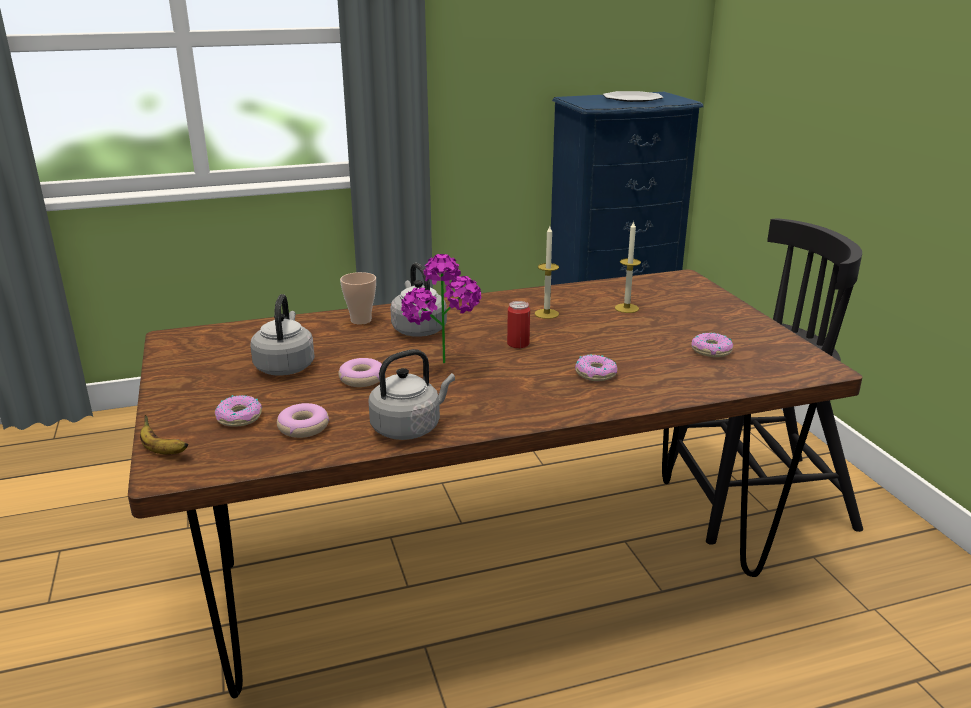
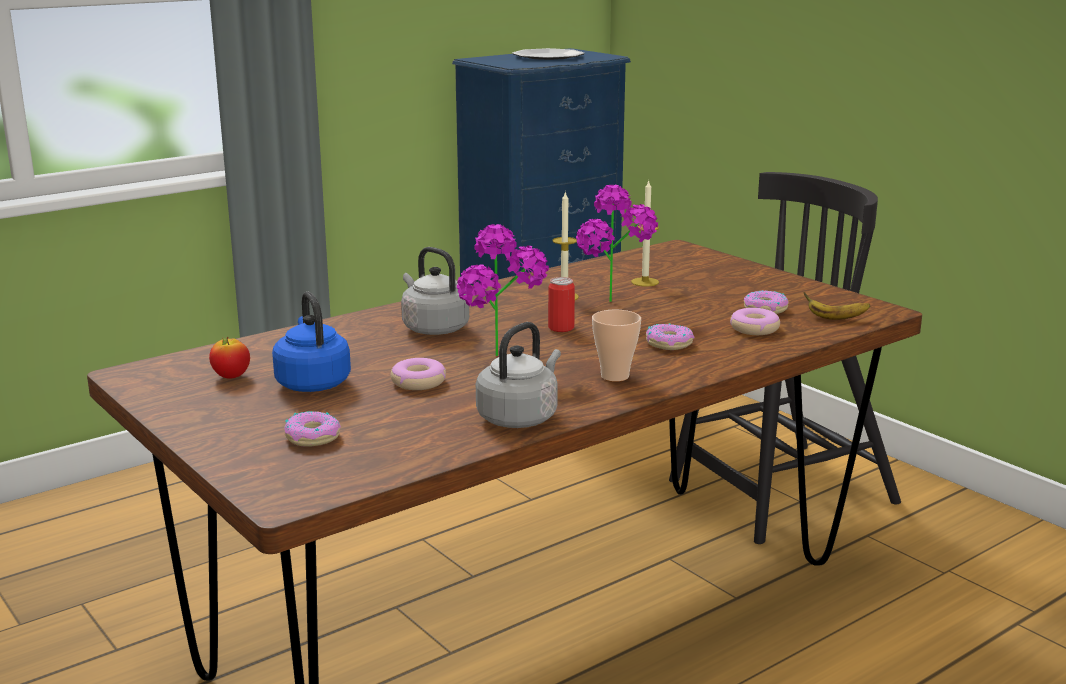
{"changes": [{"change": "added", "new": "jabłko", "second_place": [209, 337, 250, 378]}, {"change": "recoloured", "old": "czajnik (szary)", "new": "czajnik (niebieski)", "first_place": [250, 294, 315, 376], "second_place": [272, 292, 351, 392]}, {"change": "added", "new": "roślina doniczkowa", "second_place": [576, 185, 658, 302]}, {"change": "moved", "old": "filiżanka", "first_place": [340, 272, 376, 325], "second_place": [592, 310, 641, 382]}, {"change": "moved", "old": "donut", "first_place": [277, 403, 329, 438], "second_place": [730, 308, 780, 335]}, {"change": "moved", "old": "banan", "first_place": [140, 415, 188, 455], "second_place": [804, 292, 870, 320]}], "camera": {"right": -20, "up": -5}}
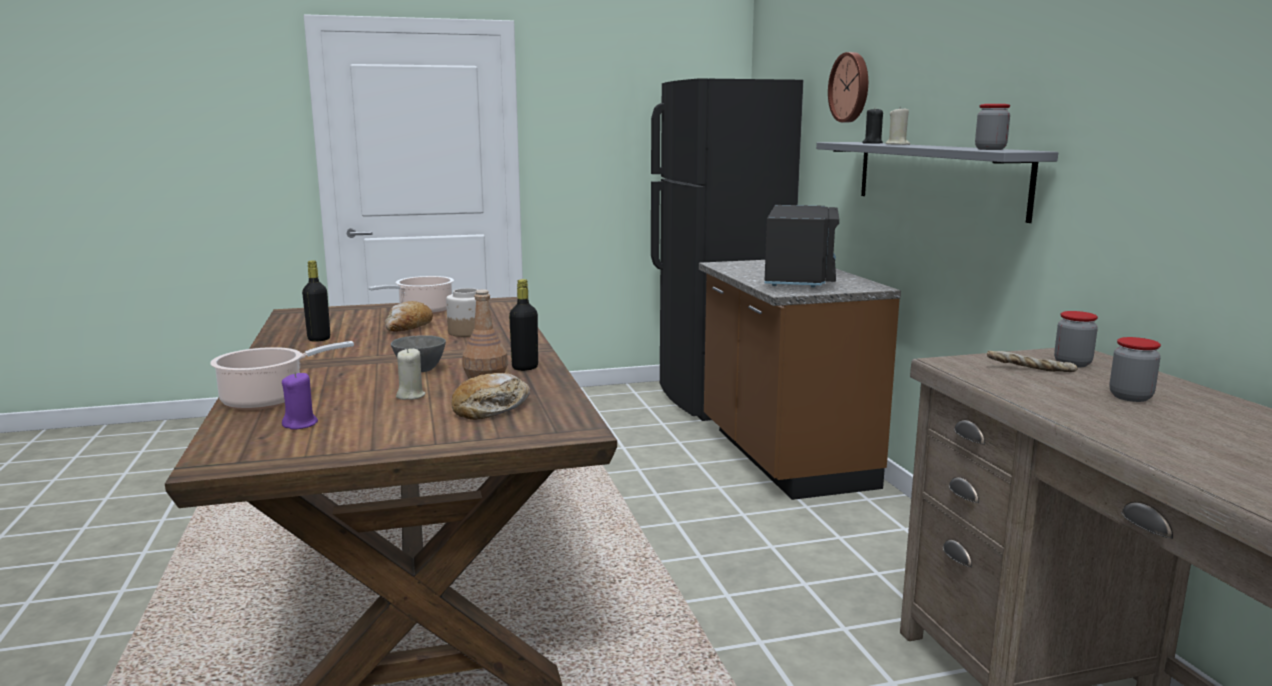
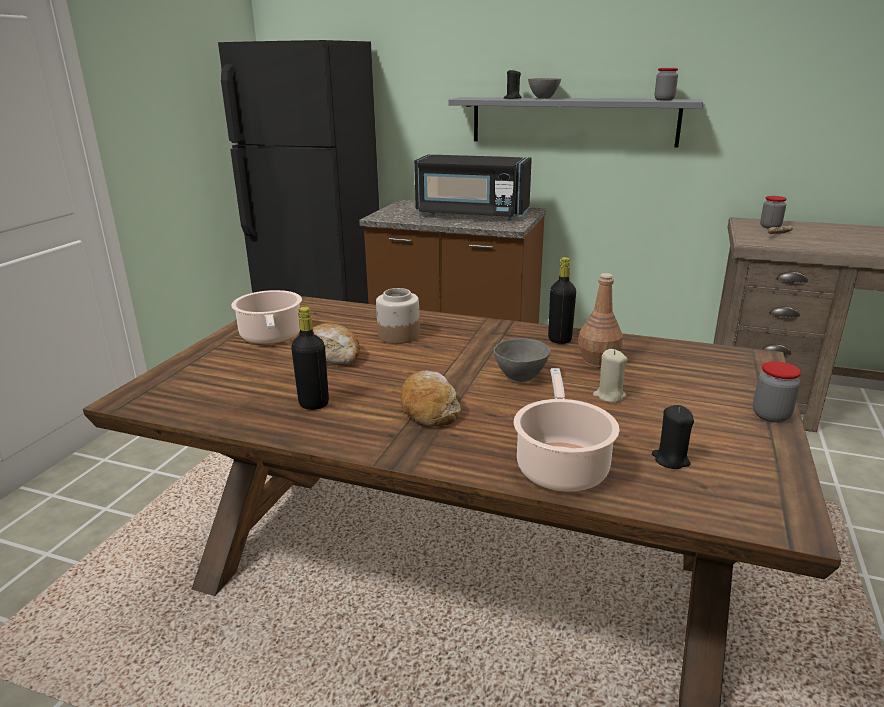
{"changes": [{"change": "moved", "old": "chleb", "first_place": [451, 373, 530, 420], "second_place": [401, 371, 461, 427]}, {"change": "turned", "old": "mikrofalówka (czarny)", "first_place": [765, 205, 839, 287], "second_place": [414, 155, 532, 220], "degrees": 150}, {"change": "replaced", "old": "świeca (beżowy)", "new": "miska (szary)", "first_place": [886, 106, 910, 145], "second_place": [528, 78, 561, 99]}, {"change": "recoloured", "old": "świeca (fioletowy)", "new": "świeca (czarny)", "first_place": [282, 372, 318, 430], "second_place": [652, 405, 694, 469]}, {"change": "moved", "old": "słoik", "first_place": [1109, 337, 1161, 402], "second_place": [753, 361, 801, 423]}, {"change": "removed", "old": "zegar ścienny", "first_place": [828, 52, 868, 122]}], "camera": {"right": -55, "up": 10}}
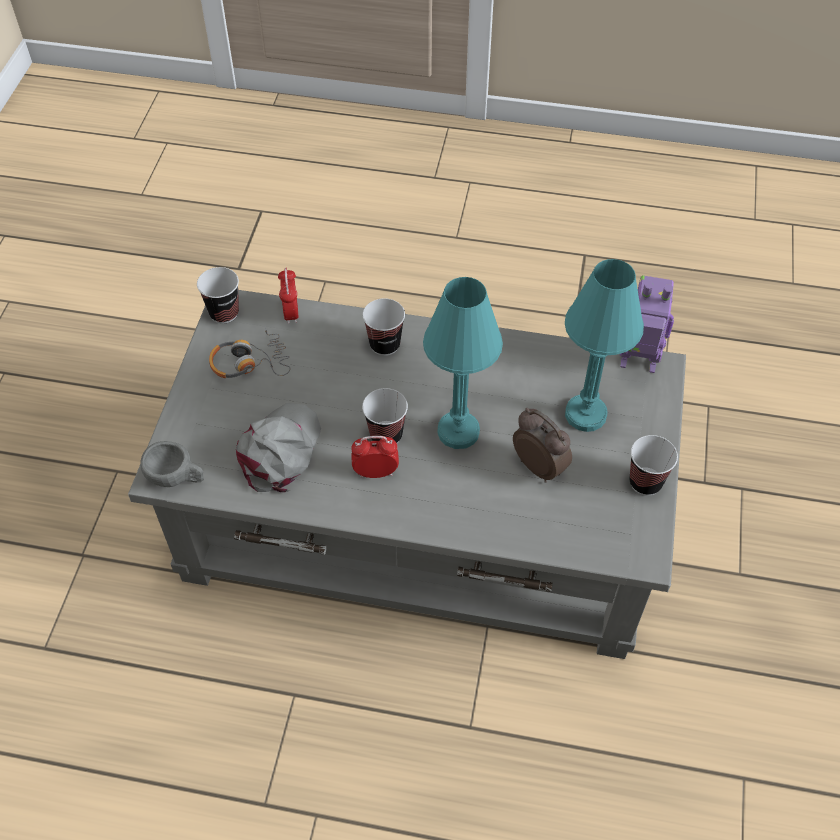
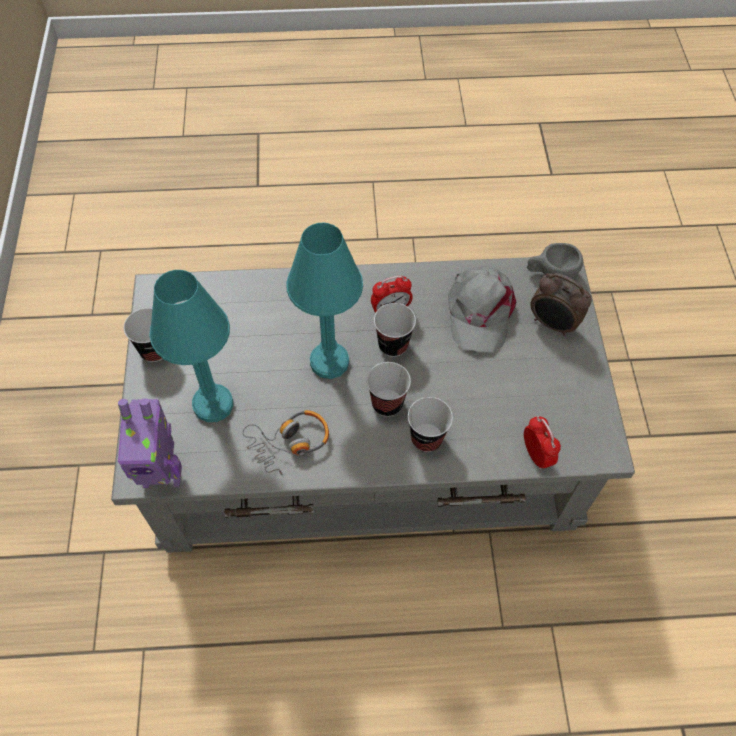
{"changes": [{"change": "moved", "old": "słuchawki", "first_place": [209, 327, 290, 378], "second_place": [243, 410, 329, 477]}, {"change": "moved", "old": "filiżanka", "first_place": [197, 267, 239, 324], "second_place": [367, 362, 411, 417]}, {"change": "moved", "old": "budzik", "first_place": [513, 408, 572, 483], "second_place": [530, 273, 592, 336]}], "camera": {"right": 165, "up": 5}}
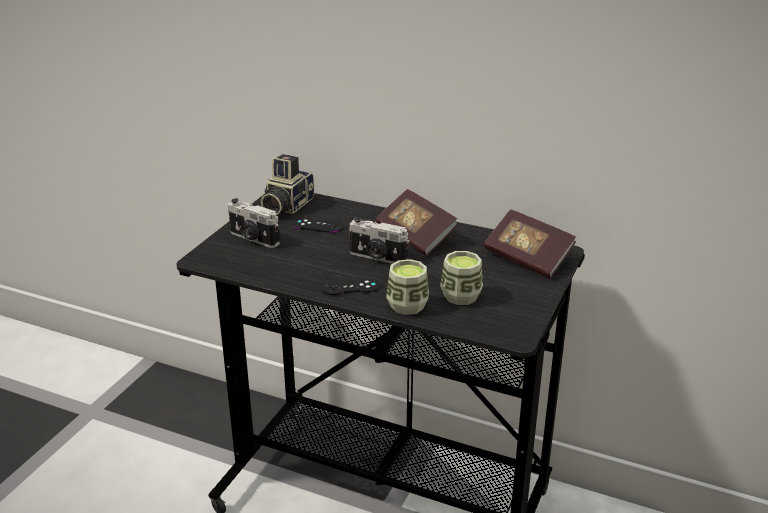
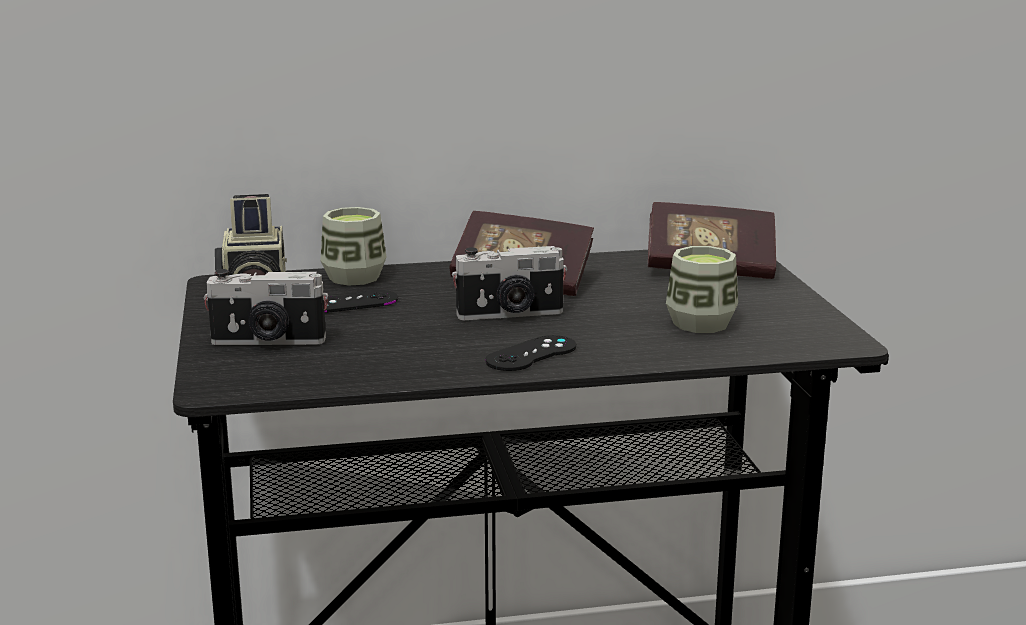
{"changes": [{"change": "moved", "old": "filiżanka", "first_place": [386, 259, 429, 315], "second_place": [320, 207, 386, 286]}], "camera": {"right": -35, "up": -10}}
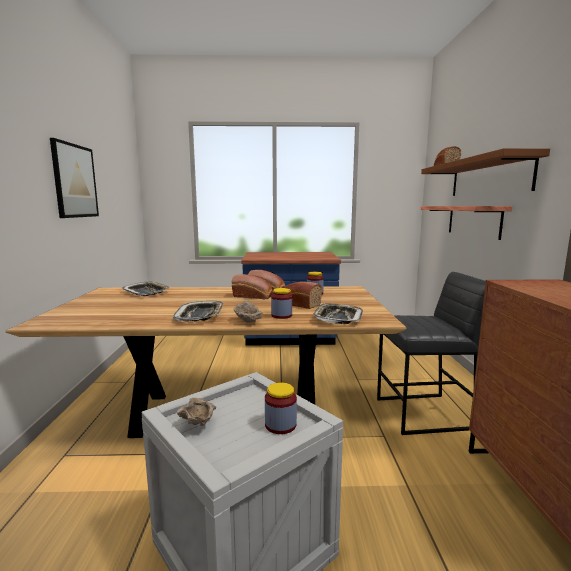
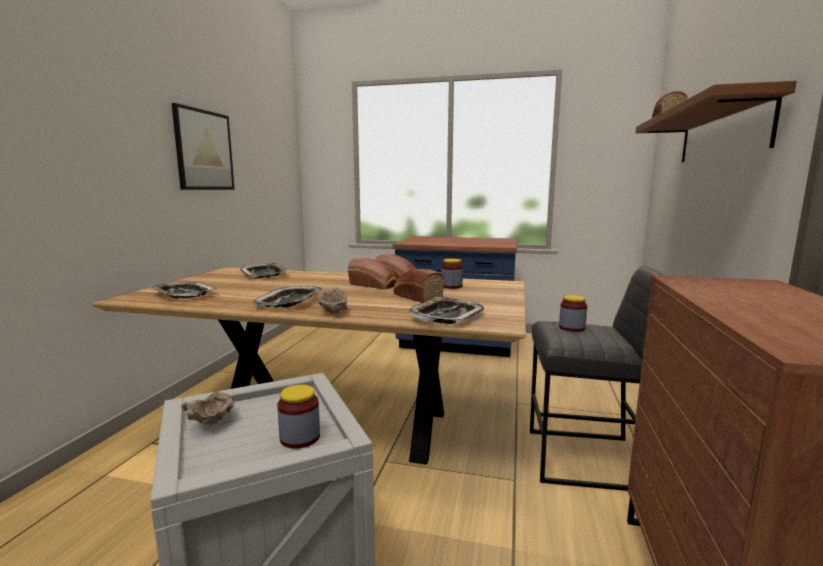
{"changes": [{"change": "added", "new": "taca", "second_place": [149, 282, 217, 298]}, {"change": "moved", "old": "słoik", "first_place": [271, 288, 292, 319], "second_place": [559, 295, 587, 332]}, {"change": "removed", "old": "półka", "first_place": [421, 206, 513, 240]}], "camera": {"right": 15, "up": 0}}
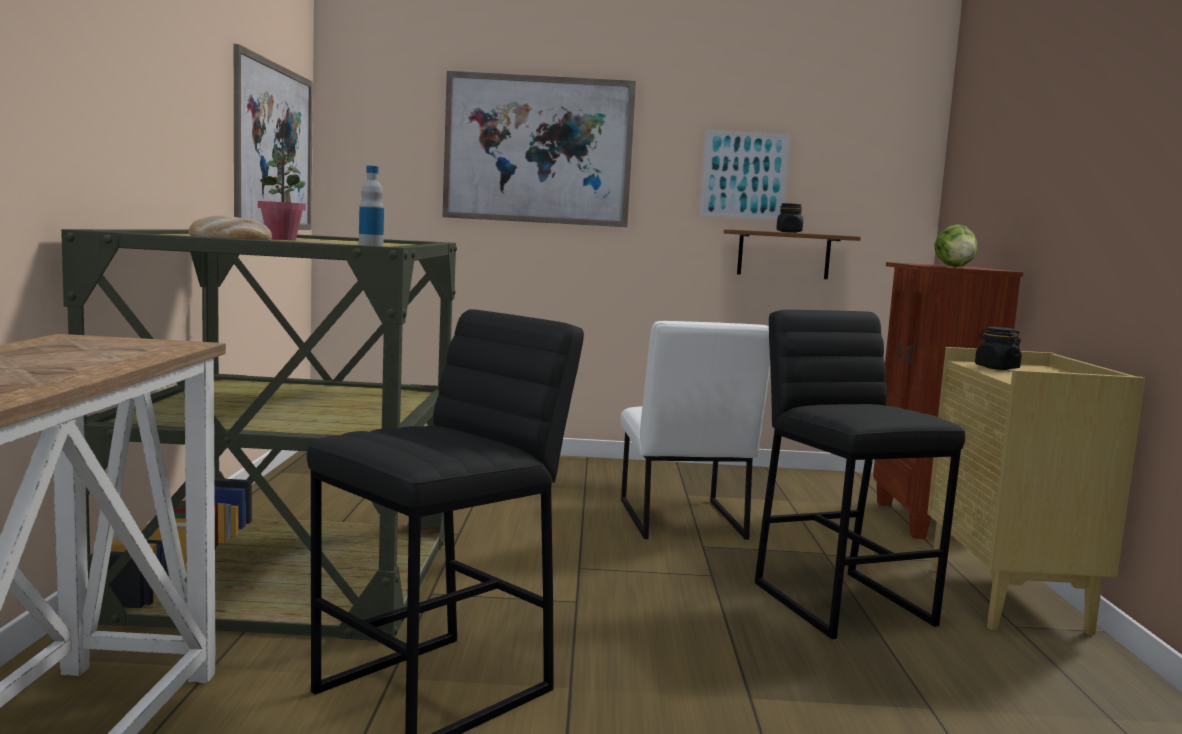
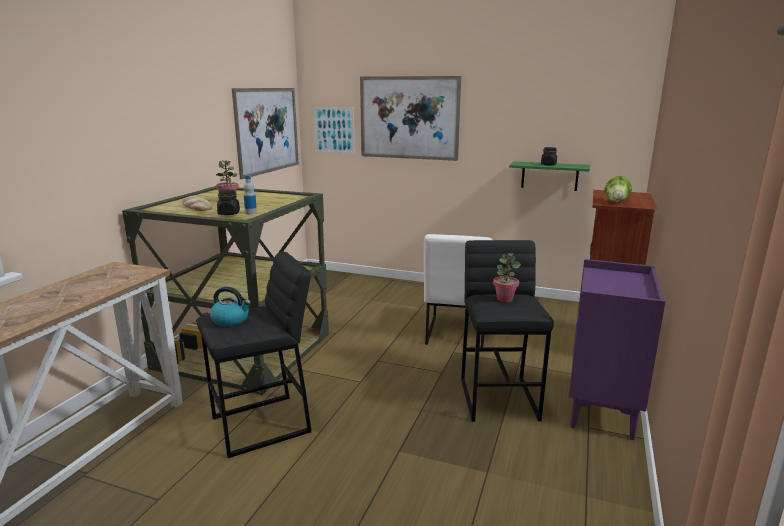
{"changes": [{"change": "added", "new": "czajnik", "second_place": [210, 287, 251, 326]}, {"change": "moved", "old": "słoik (czarny)", "first_place": [975, 327, 1022, 370], "second_place": [217, 190, 240, 215]}, {"change": "moved", "old": "obraz", "first_place": [699, 130, 790, 220], "second_place": [313, 107, 355, 154]}, {"change": "added", "new": "roślina doniczkowa", "second_place": [493, 253, 521, 302]}, {"change": "recoloured", "old": "półka (brązowy)", "new": "półka (zielony)", "first_place": [724, 230, 861, 279], "second_place": [509, 161, 590, 191]}, {"change": "recoloured", "old": "szafka (beżowy)", "new": "szafka (fioletowy)", "first_place": [927, 347, 1146, 636], "second_place": [569, 259, 665, 440]}], "camera": {"right": 20, "up": 10}}
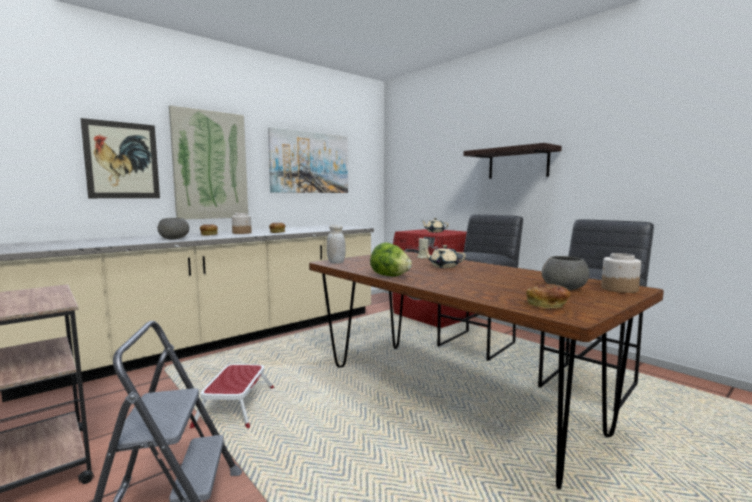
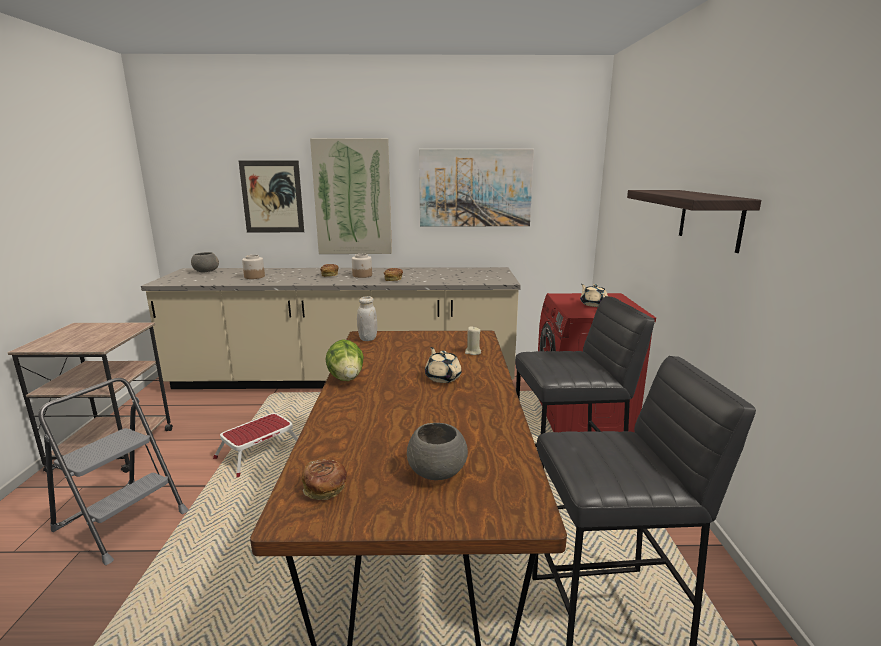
{"changes": [{"change": "moved", "old": "miska (szary)", "first_place": [157, 218, 189, 239], "second_place": [191, 252, 219, 273]}, {"change": "moved", "old": "słoik", "first_place": [601, 253, 641, 293], "second_place": [242, 255, 265, 279]}], "camera": {"right": 40, "up": 10}}
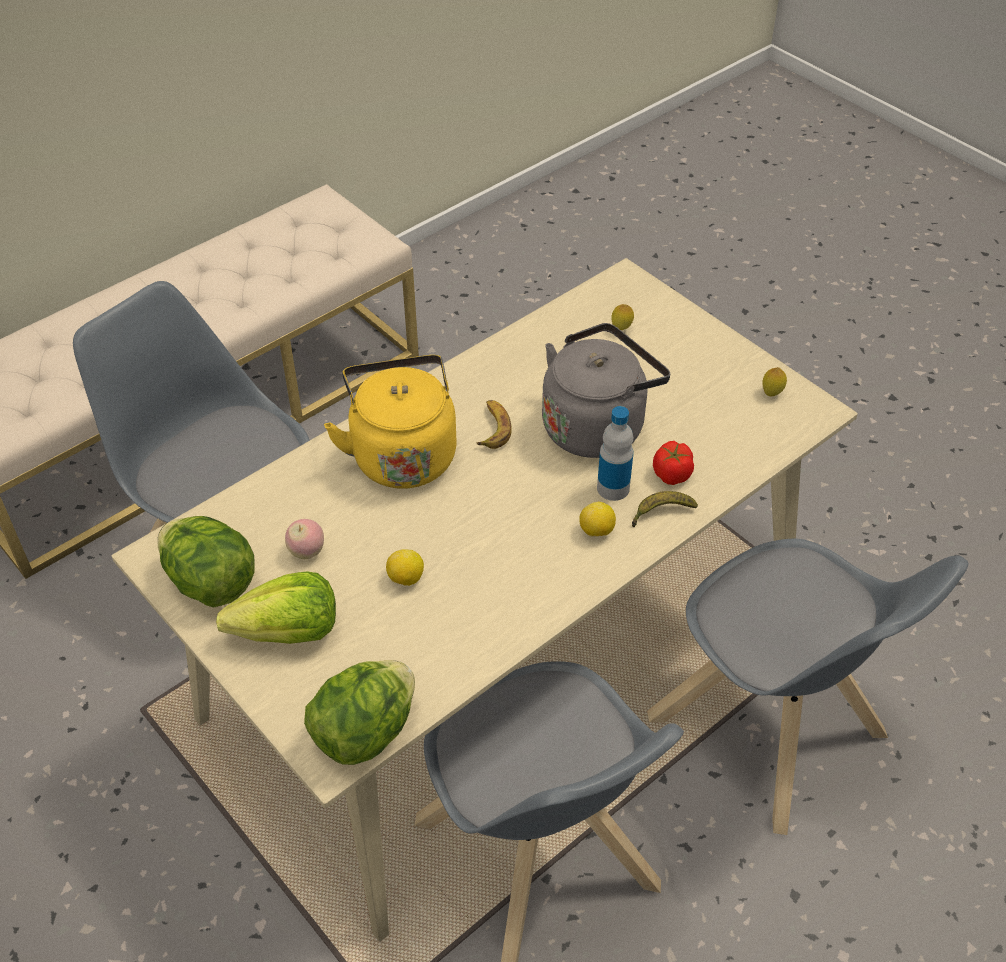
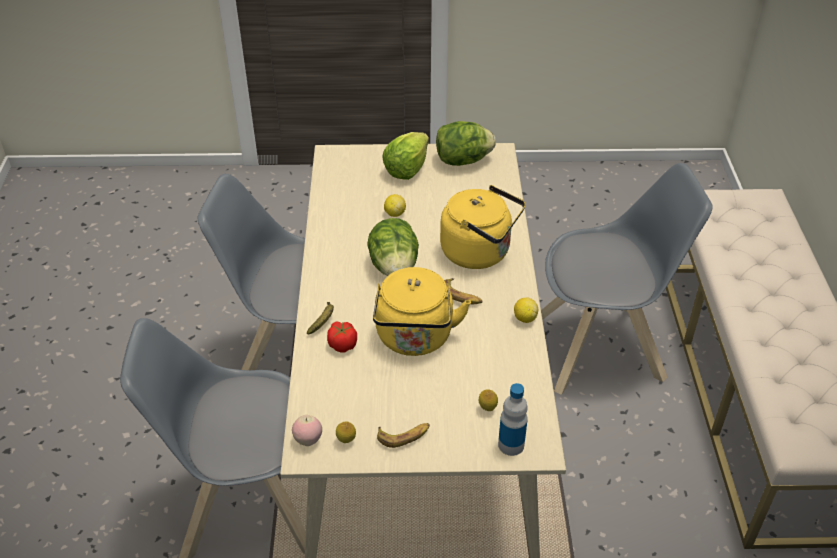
{"changes": [{"change": "moved", "old": "jabłko", "first_place": [285, 519, 324, 559], "second_place": [292, 415, 322, 446]}, {"change": "moved", "old": "sałata", "first_place": [304, 660, 415, 765], "second_place": [368, 218, 419, 276]}, {"change": "recoloured", "old": "czajnik (szary)", "new": "czajnik (żółty)", "first_place": [542, 323, 670, 458], "second_place": [373, 267, 471, 356]}, {"change": "added", "new": "banan", "second_place": [377, 423, 430, 448]}, {"change": "moved", "old": "butelka", "first_place": [597, 406, 634, 501], "second_place": [498, 383, 528, 456]}, {"change": "moved", "old": "cytryna", "first_place": [579, 502, 616, 537], "second_place": [514, 298, 538, 323]}], "camera": {"right": 130, "up": -5}}
